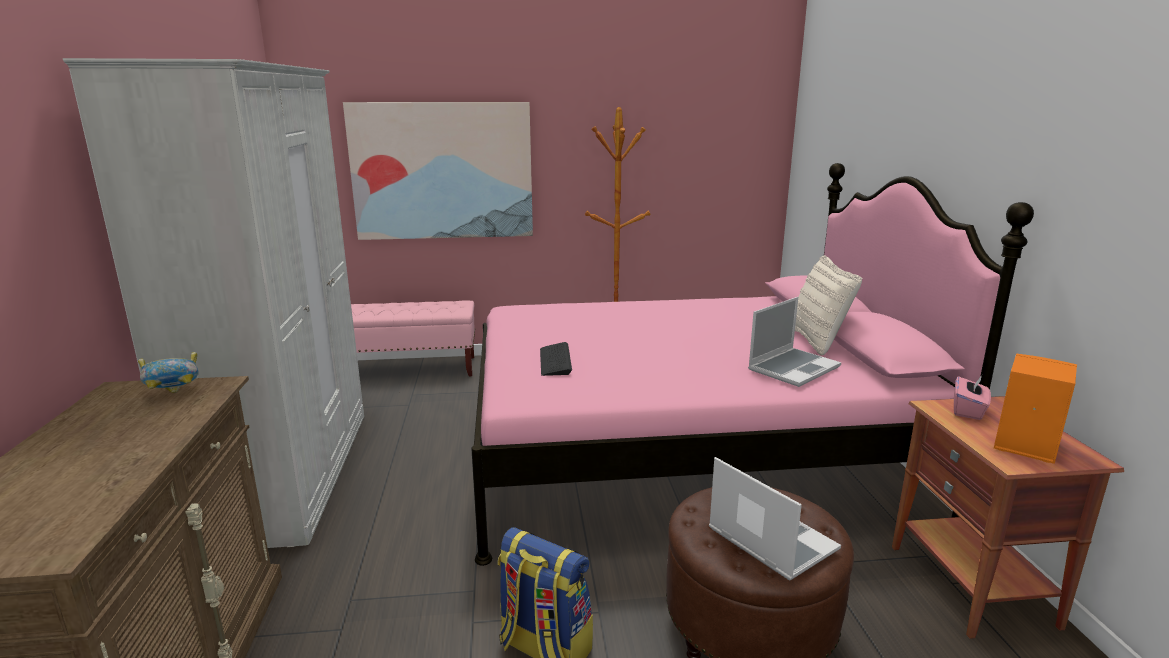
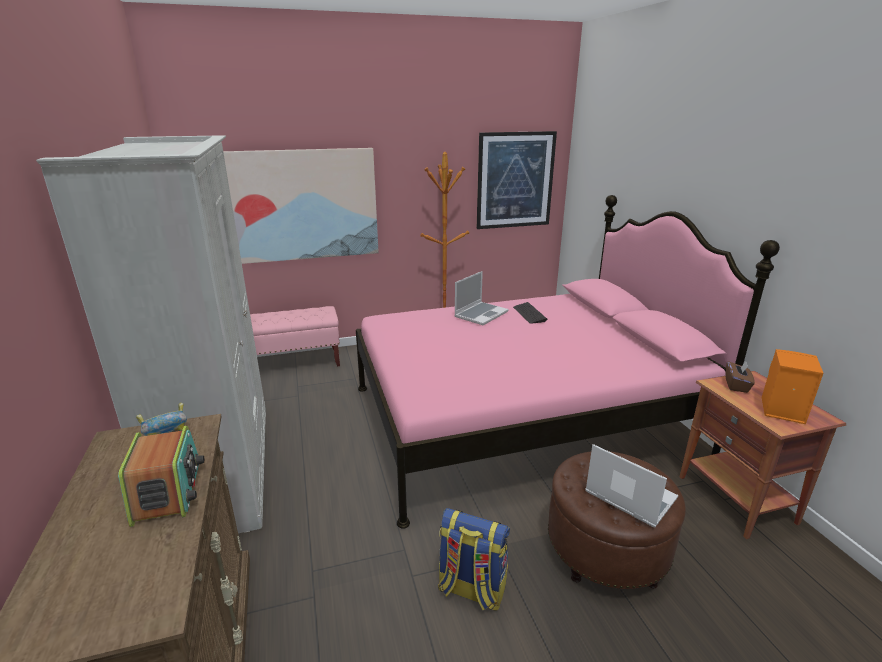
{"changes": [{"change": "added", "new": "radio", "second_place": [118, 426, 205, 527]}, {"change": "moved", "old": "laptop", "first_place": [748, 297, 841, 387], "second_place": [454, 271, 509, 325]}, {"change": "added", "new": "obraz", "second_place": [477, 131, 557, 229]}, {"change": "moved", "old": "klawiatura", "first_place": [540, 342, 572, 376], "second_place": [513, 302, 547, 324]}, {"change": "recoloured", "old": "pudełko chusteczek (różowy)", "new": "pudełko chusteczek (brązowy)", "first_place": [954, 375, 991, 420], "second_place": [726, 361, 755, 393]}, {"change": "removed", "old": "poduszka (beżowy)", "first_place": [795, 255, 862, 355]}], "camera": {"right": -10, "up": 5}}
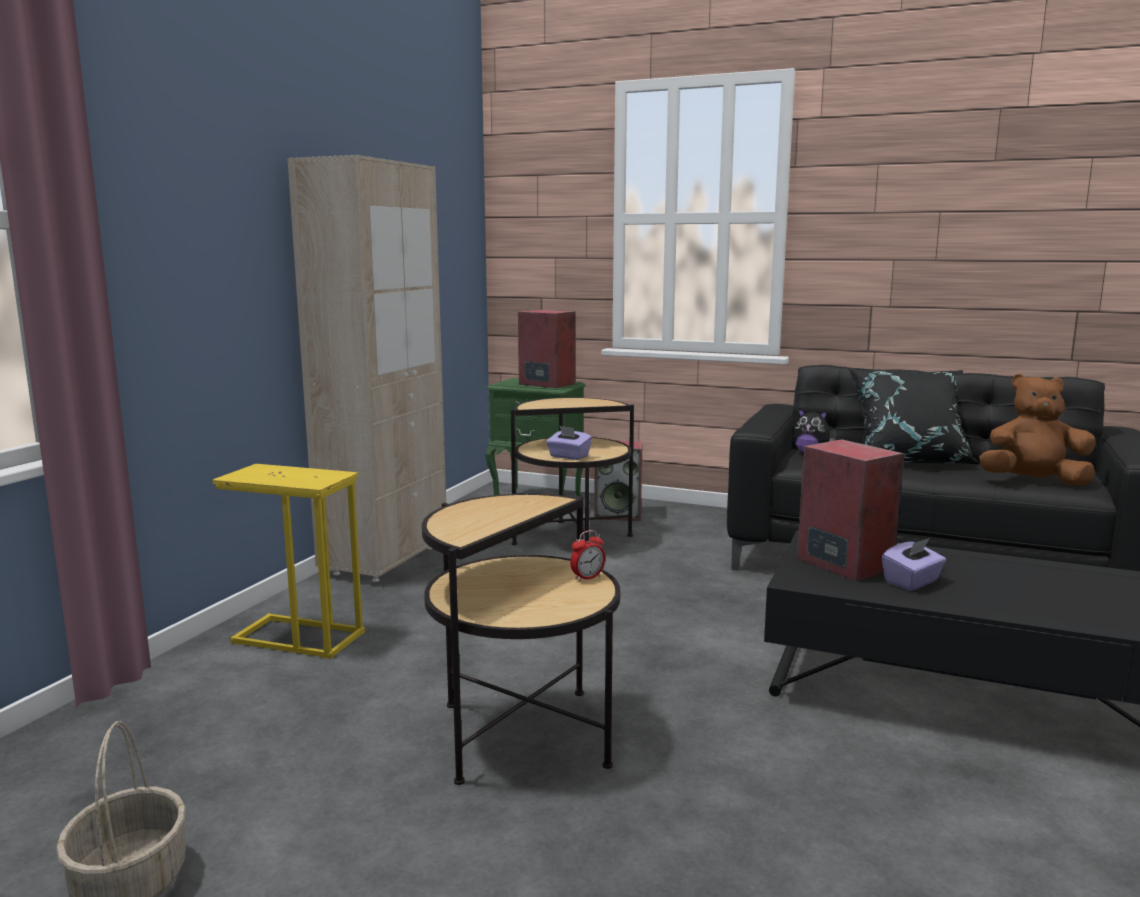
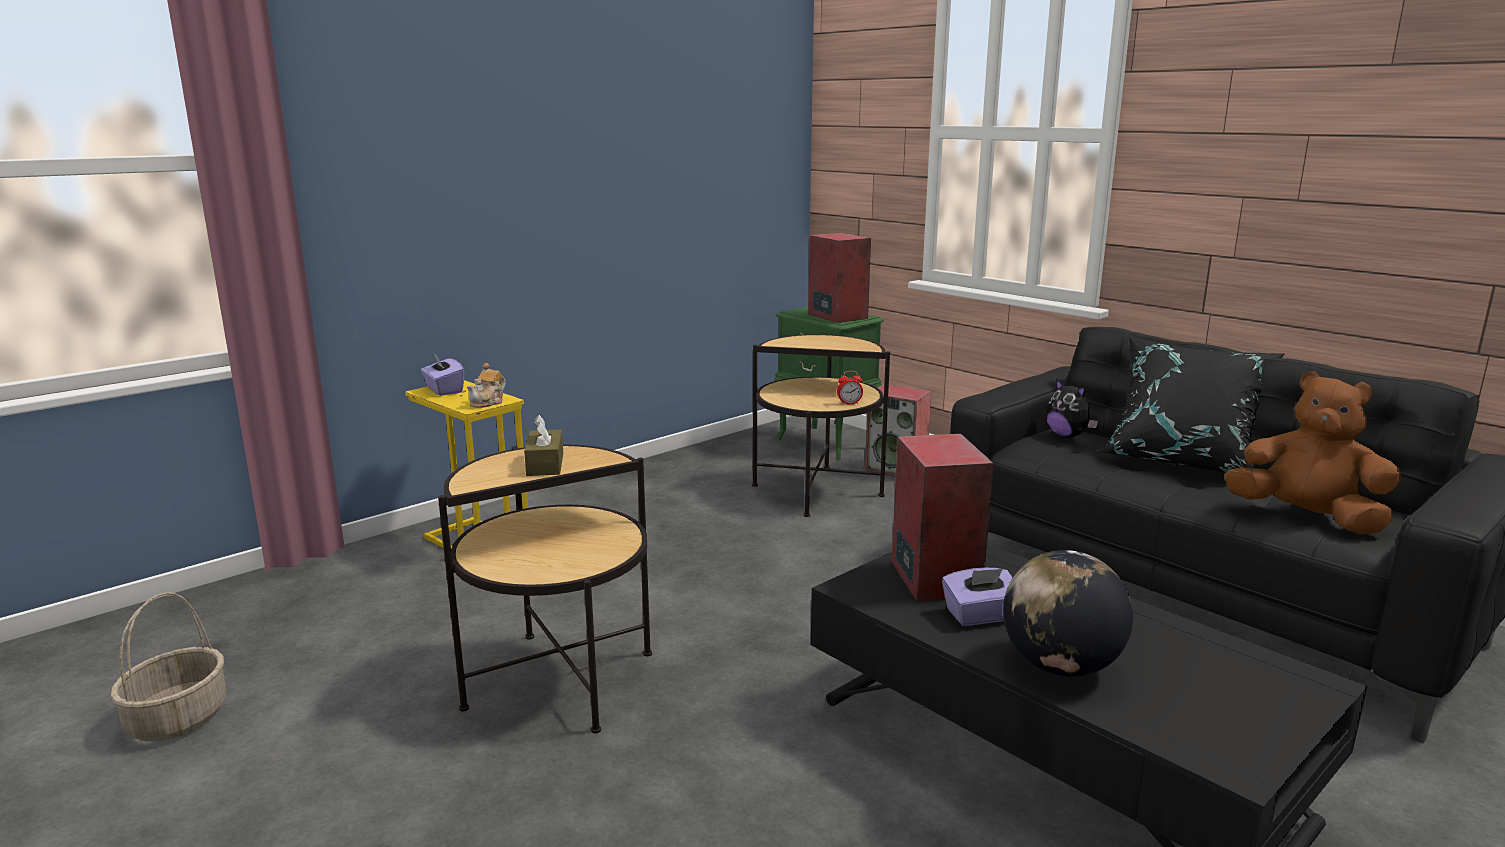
{"changes": [{"change": "moved", "old": "pudełko chusteczek (fioletowy)", "first_place": [546, 426, 592, 460], "second_place": [421, 354, 464, 396]}, {"change": "added", "new": "imbryk", "second_place": [466, 363, 505, 408]}, {"change": "added", "new": "pudełko chusteczek (brązowy)", "second_place": [524, 415, 563, 476]}, {"change": "moved", "old": "budzik", "first_place": [570, 530, 605, 582], "second_place": [837, 371, 863, 405]}, {"change": "added", "new": "globus", "second_place": [1003, 550, 1133, 677]}, {"change": "removed", "old": "szafka (beżowy)", "first_place": [287, 155, 446, 582]}], "camera": {"right": 25, "up": 5}}
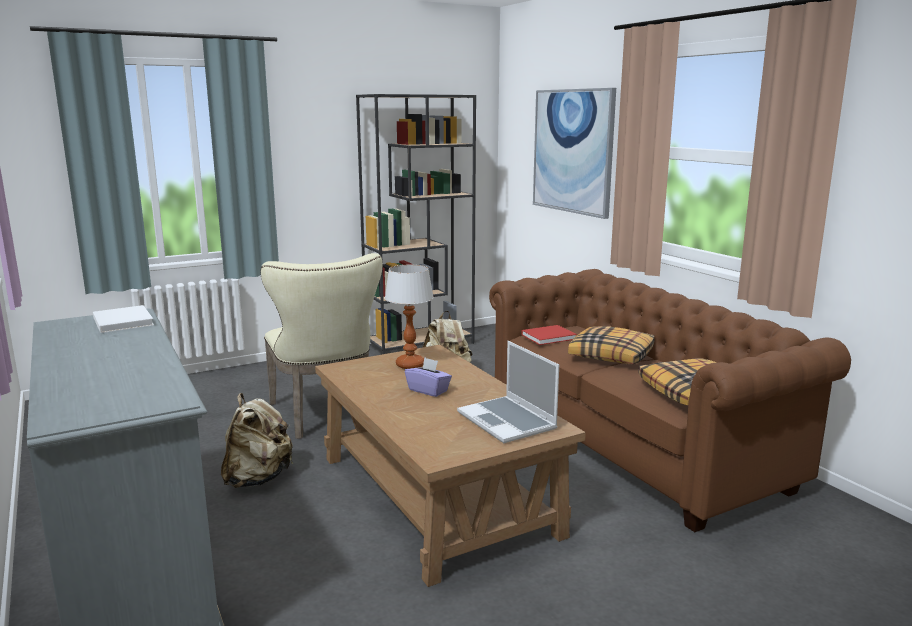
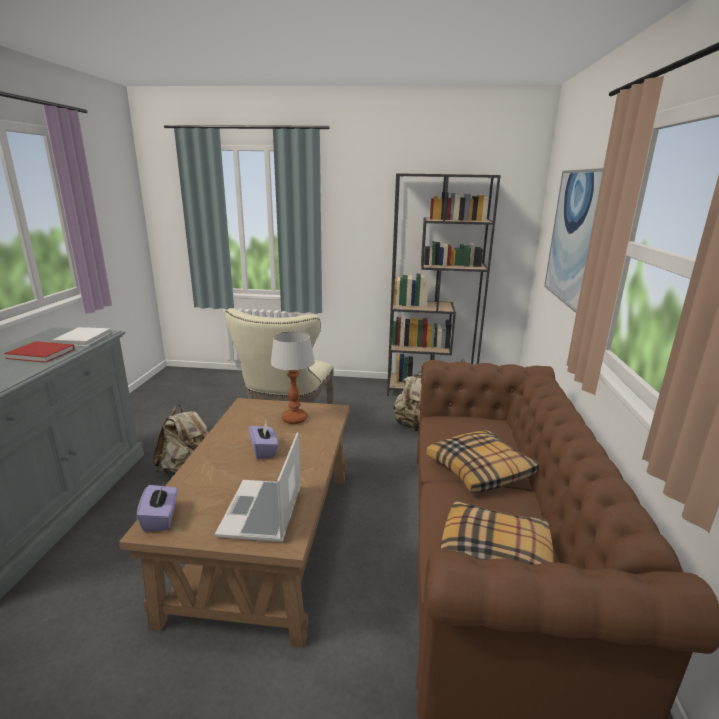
{"changes": [{"change": "moved", "old": "książka (czerwony)", "first_place": [521, 325, 577, 345], "second_place": [4, 341, 75, 363]}, {"change": "added", "new": "pudełko chusteczek (fioletowy)", "second_place": [136, 483, 178, 532]}], "camera": {"right": 35, "up": 5}}
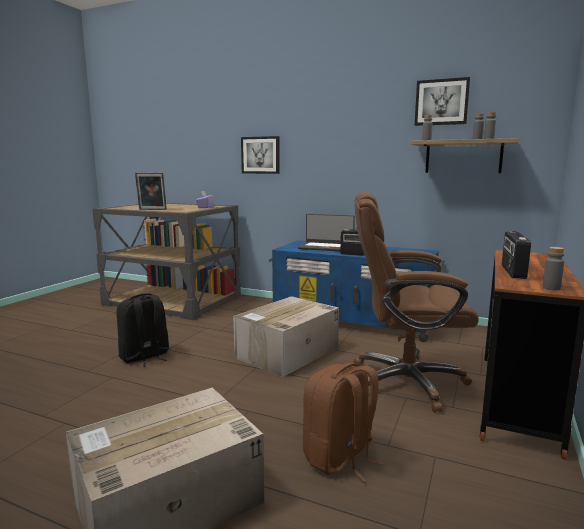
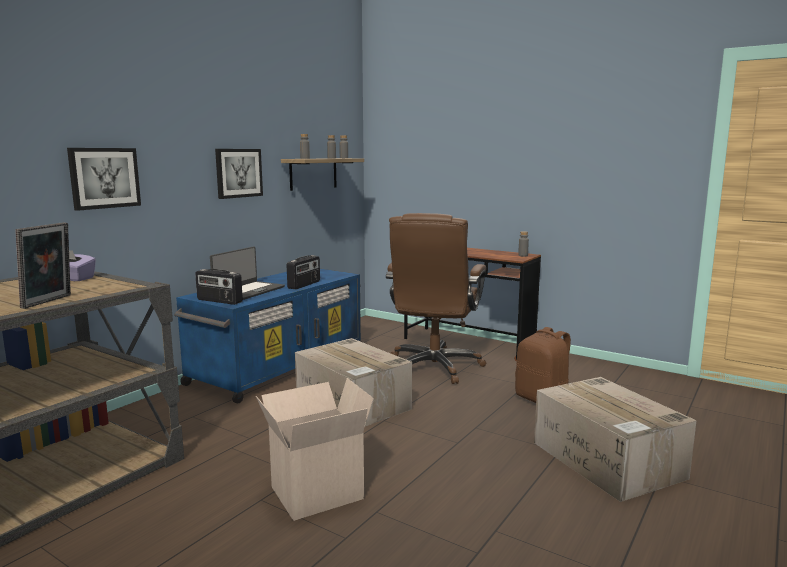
{"changes": [{"change": "moved", "old": "radio", "first_place": [502, 231, 531, 279], "second_place": [195, 269, 243, 305]}, {"change": "moved", "old": "obraz", "first_place": [415, 77, 470, 126], "second_place": [215, 149, 263, 199]}, {"change": "replaced", "old": "plecak (czarny)", "new": "karton", "first_place": [117, 293, 170, 367], "second_place": [256, 378, 374, 521]}], "camera": {"right": -80, "up": 0}}
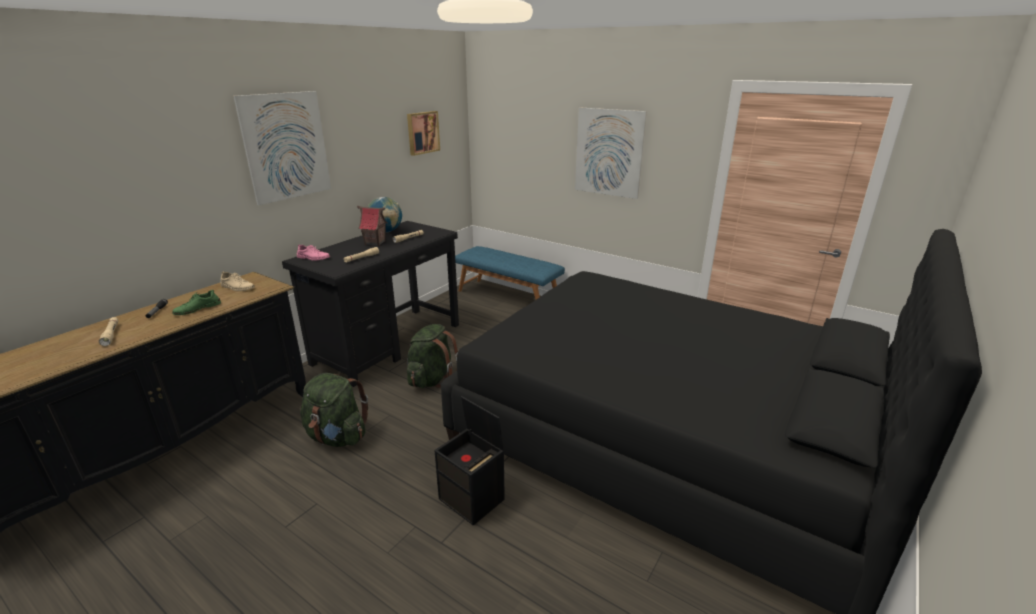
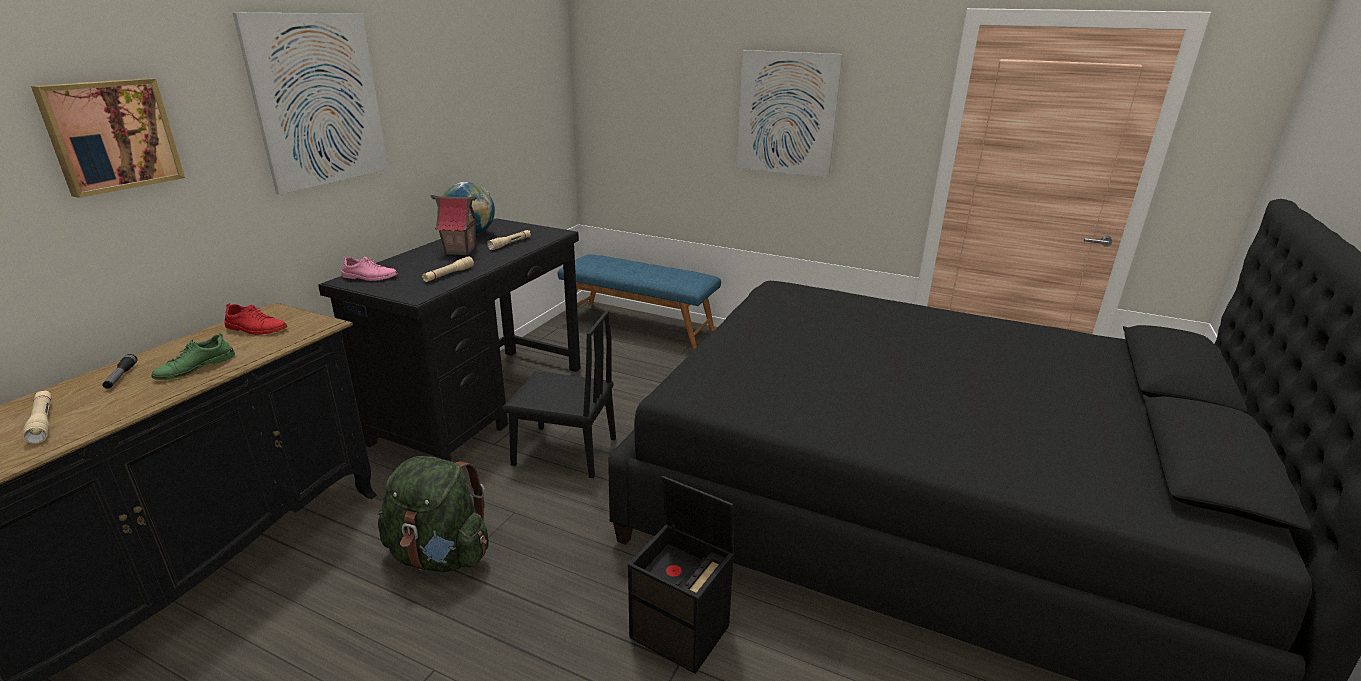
{"changes": [{"change": "moved", "old": "obraz", "first_place": [407, 111, 440, 156], "second_place": [31, 78, 185, 198]}, {"change": "recoloured", "old": "but (beżowy)", "new": "but (czerwony)", "first_place": [220, 271, 255, 291], "second_place": [224, 303, 287, 335]}, {"change": "replaced", "old": "plecak (zielony)", "new": "krzesło (czarny)", "first_place": [407, 324, 458, 388], "second_place": [502, 311, 616, 478]}], "camera": {"right": -10, "up": 0}}
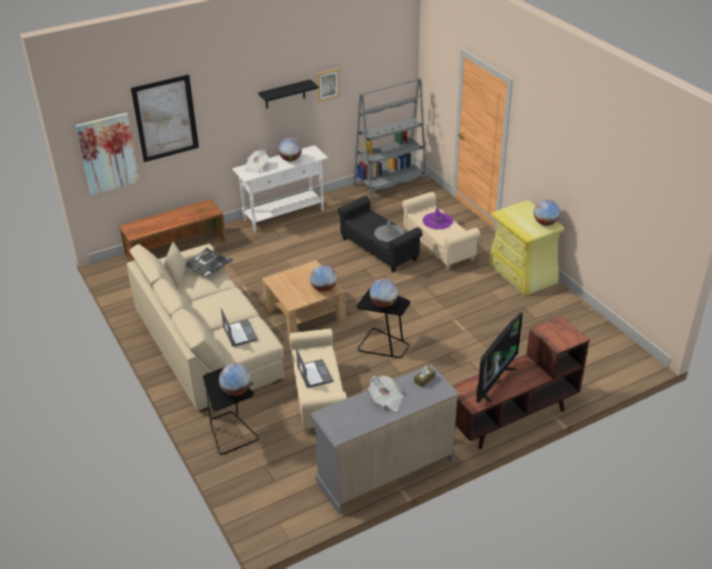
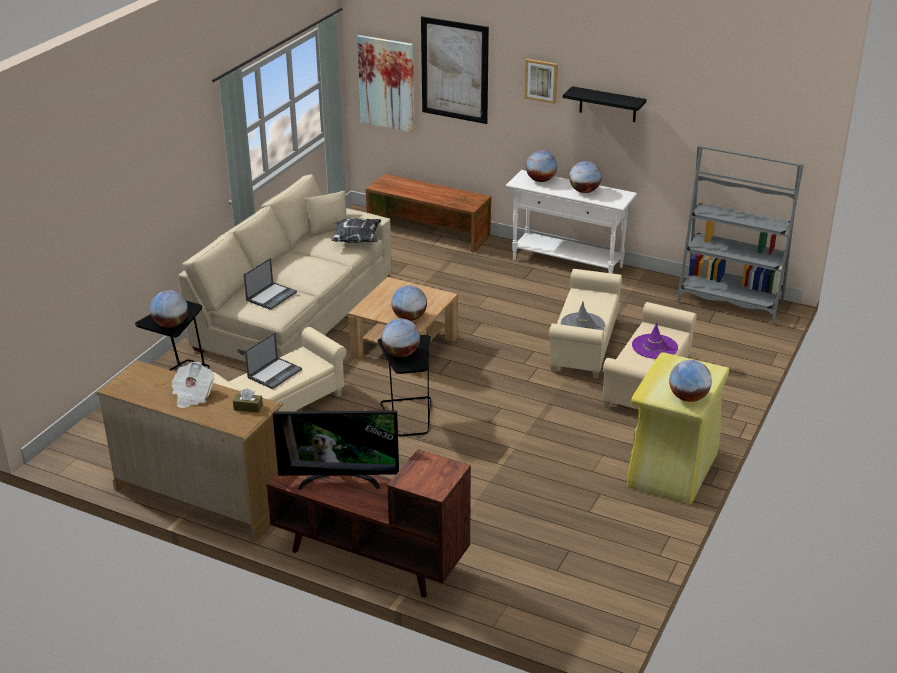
{"changes": [{"change": "recoloured", "old": "szafka (szary)", "new": "szafka (brązowy)", "first_place": [310, 364, 460, 514], "second_place": [96, 360, 283, 539]}, {"change": "moved", "old": "obraz", "first_place": [316, 68, 340, 102], "second_place": [524, 59, 558, 104]}, {"change": "replaced", "old": "gazeta", "new": "globus", "first_place": [245, 150, 269, 173], "second_place": [526, 150, 557, 182]}, {"change": "recoloured", "old": "pufa (czarny)", "new": "pufa (beżowy)", "first_place": [338, 196, 423, 272], "second_place": [549, 269, 622, 379]}], "camera": {"right": 55, "up": -5}}
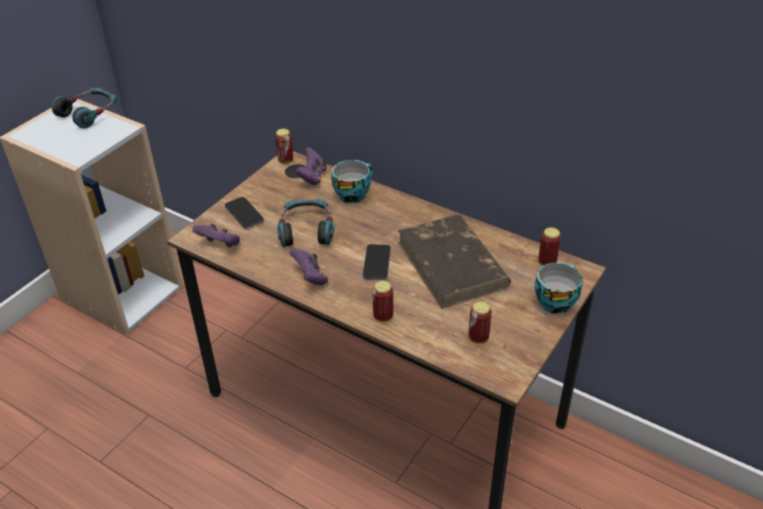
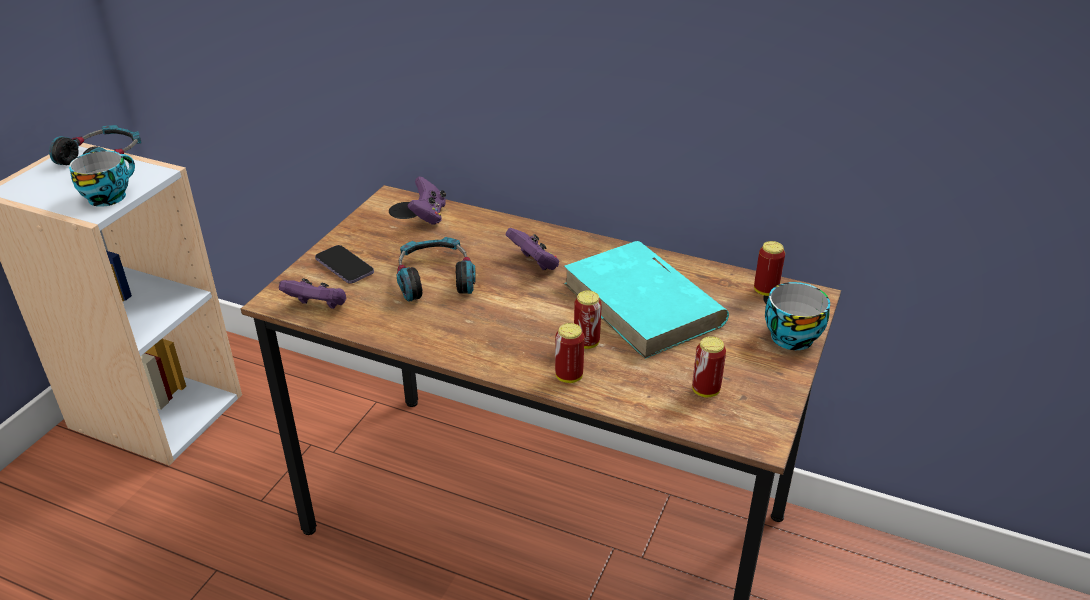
{"changes": [{"change": "moved", "old": "filiżanka", "first_place": [332, 160, 373, 203], "second_place": [69, 150, 135, 207]}, {"change": "moved", "old": "pad do gier (fioletowy)", "first_place": [289, 248, 328, 285], "second_place": [506, 228, 559, 270]}, {"change": "recoloured", "old": "książka (brązowy)", "new": "książka (turkusowy)", "first_place": [398, 214, 511, 309], "second_place": [564, 241, 729, 359]}, {"change": "moved", "old": "puszka", "first_place": [275, 129, 293, 164], "second_place": [574, 291, 602, 349]}, {"change": "removed", "old": "telefon", "first_place": [363, 244, 391, 280]}], "camera": {"right": -10, "up": -5}}
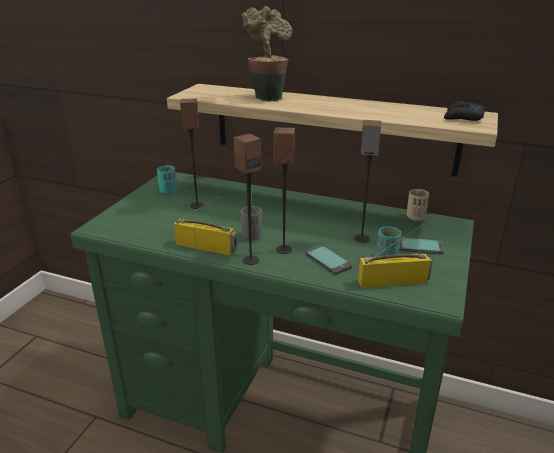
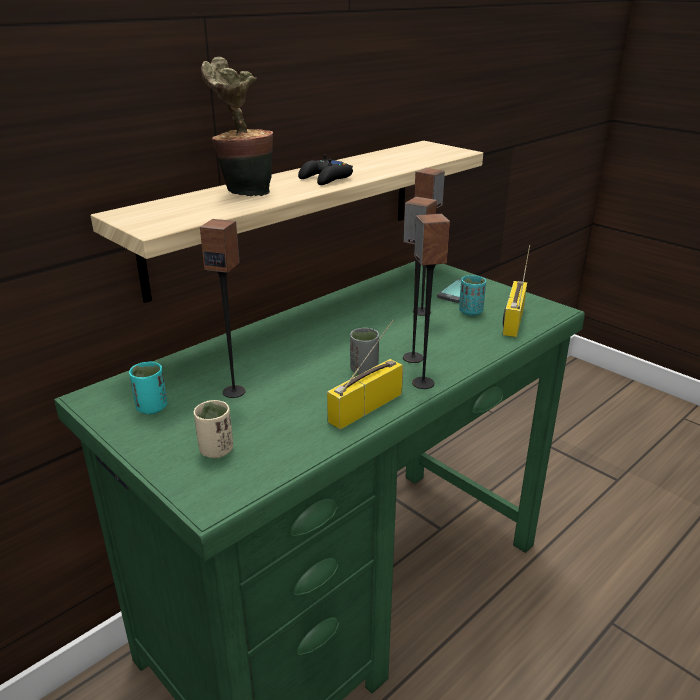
{"changes": [{"change": "moved", "old": "filiżanka (beżowy)", "first_place": [407, 189, 429, 221], "second_place": [194, 400, 233, 458]}, {"change": "moved", "old": "pad do gier (czarny)", "first_place": [444, 99, 485, 121], "second_place": [298, 154, 353, 185]}, {"change": "removed", "old": "telefon", "first_place": [305, 245, 352, 275]}], "camera": {"right": -65, "up": 0}}
